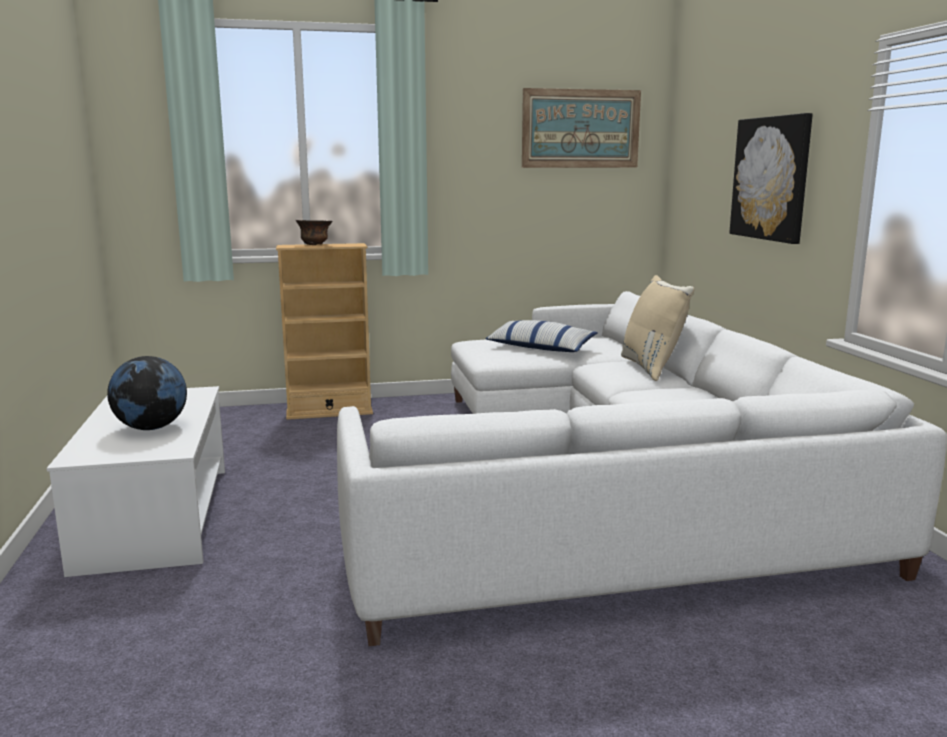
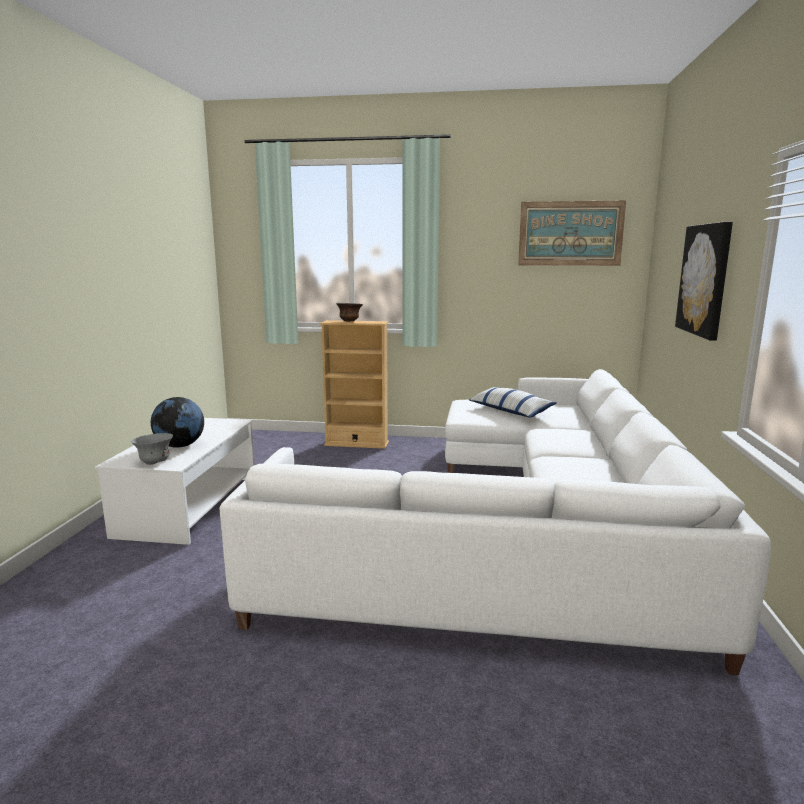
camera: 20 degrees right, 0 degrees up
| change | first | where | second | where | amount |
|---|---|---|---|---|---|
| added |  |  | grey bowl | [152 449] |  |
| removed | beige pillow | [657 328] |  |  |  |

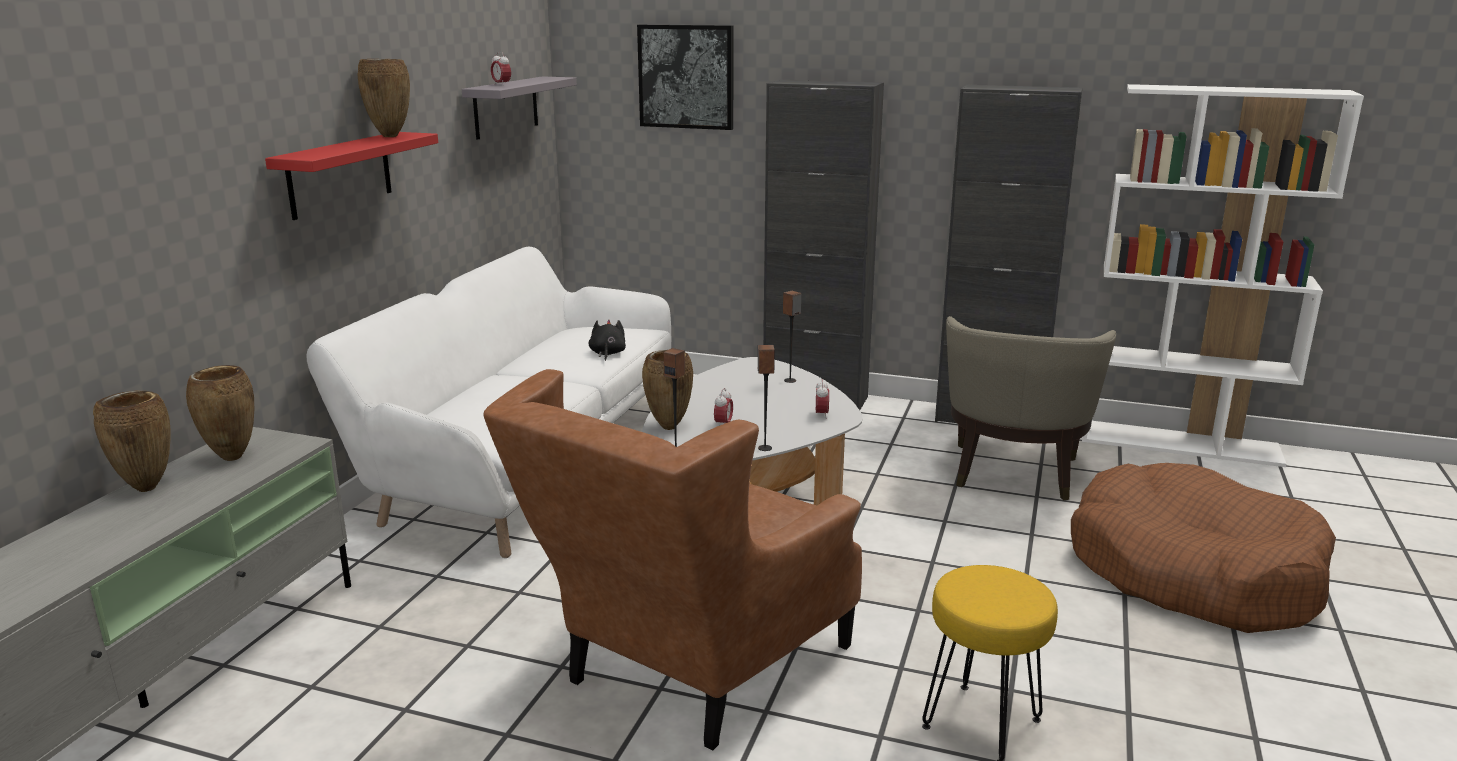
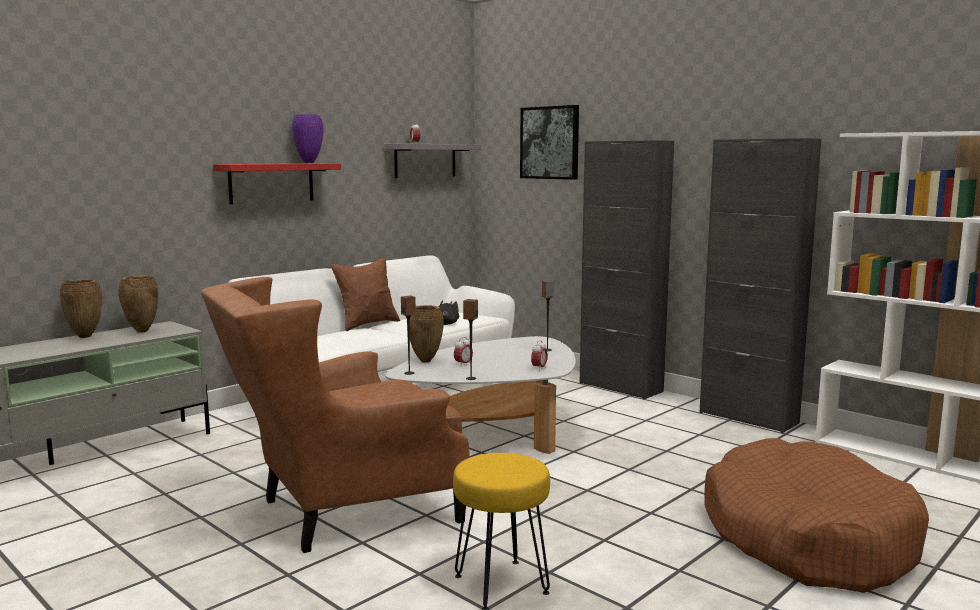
camera: 25 degrees right, 10 degrees down
| change | first | where | second | where | amount |
|---|---|---|---|---|---|
| recoloured | brown vase | [384 98] | purple vase | [307 138] |  |
| added |  |  | brown pillow | [365 294] |  |
| removed | beige armchair | [1031 408] |  |  |  |

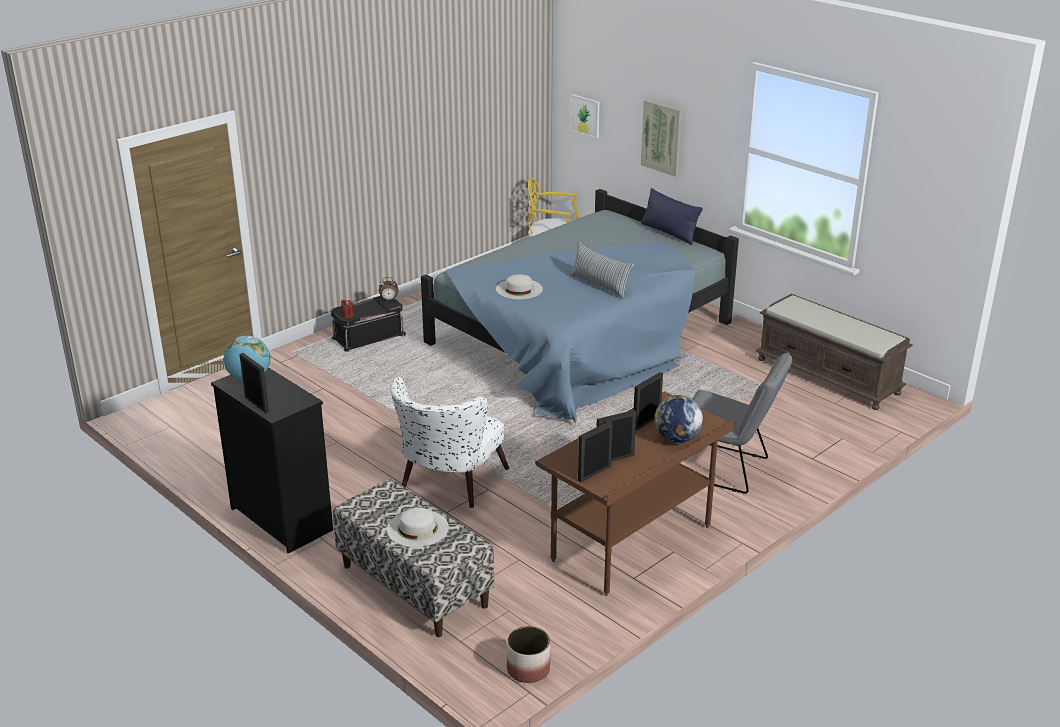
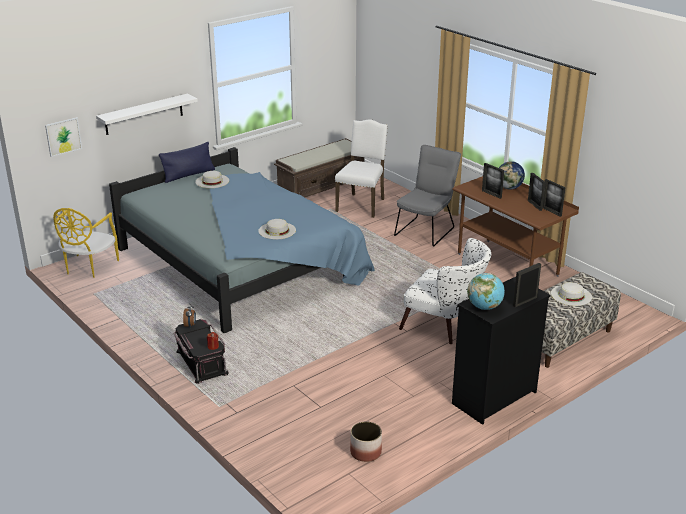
camera: 85 degrees left, 0 degrees up
| change | first | where | second | where | amount |
|---|---|---|---|---|---|
| replaced | picture | [662 138] | white shelf | [147 114] |  |
| added |  |  | white hat | [212 179] |  |
| added |  |  | white chair | [361 169] |  |
| moved | planter | [528 654] |  | [366 441] |  |
| removed | pillow | [602 270] |  |  |  |

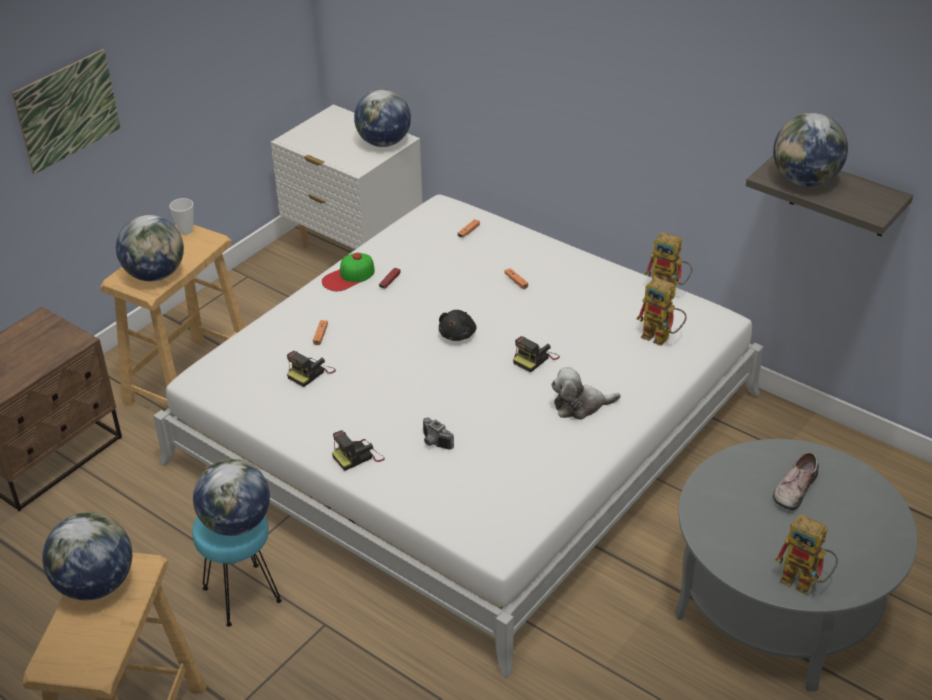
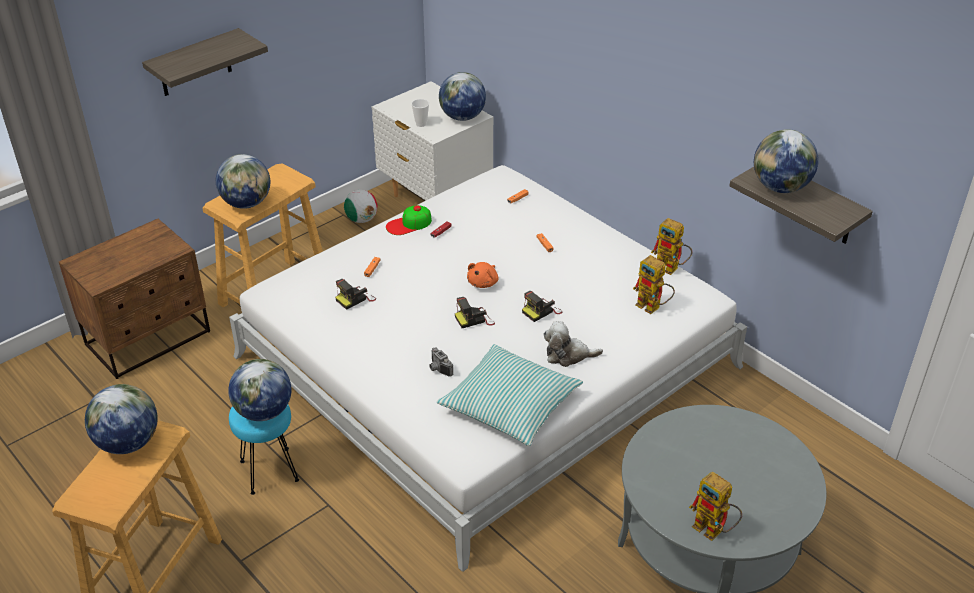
camera: 10 degrees right, 0 degrees up
| change | first | where | second | where | amount |
|---|---|---|---|---|---|
| replaced | picture | [66 111] | shelf | [205 62] |  |
| added |  |  | football | [361 206] |  |
| moved | cup | [181 216] |  | [420 113] |  |
| added |  |  | pillow | [510 395] |  |
| moved | photo camera | [358 450] |  | [475 312] |  |
| recoloured | black plush toy | [458 325] | orange plush toy | [483 275] |  |
| removed | shoe | [796 481] |  |  |  |

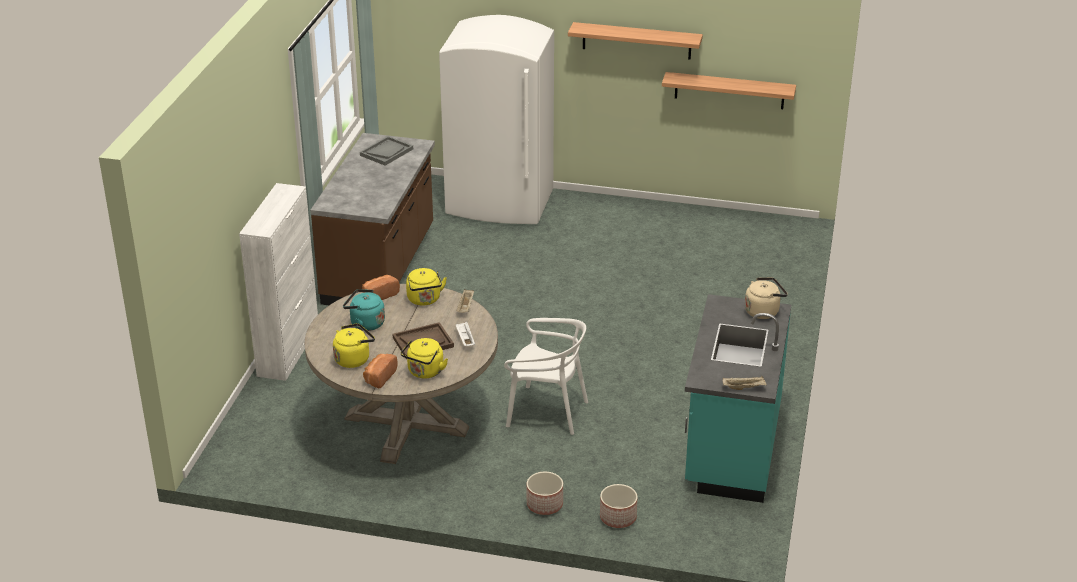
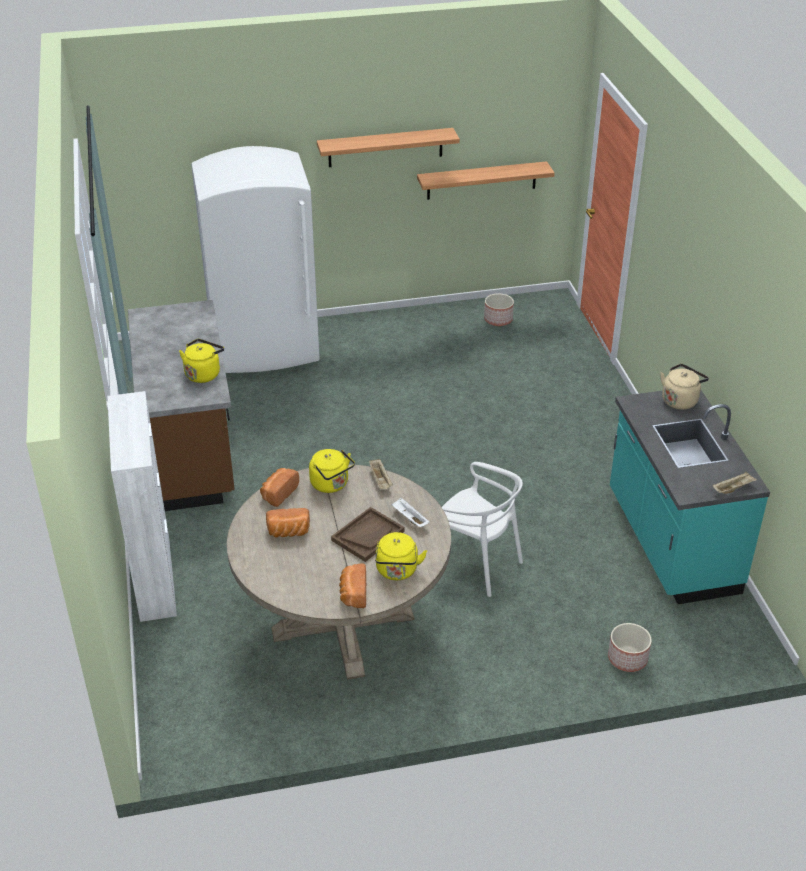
camera: 25 degrees left, 5 degrees up
| change | first | where | second | where | amount |
|---|---|---|---|---|---|
| moved | yellow kettle | [354 345] |  | [201 361] |  |
| replaced | turquoise kettle | [364 310] | bread | [288 523] |  |
| turned | white chair | [546 376] |  | [482 529] | 45 degrees clockwise |
| moved | planter | [545 493] |  | [499 310] |  |
| removed | grey tray | [386 151] |  |  |  |

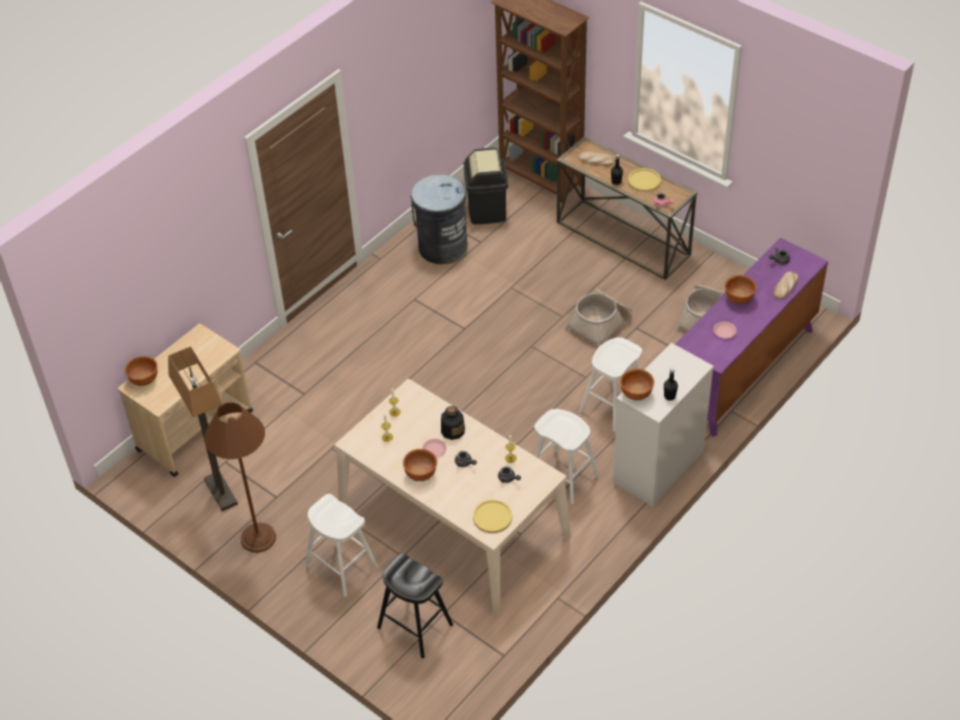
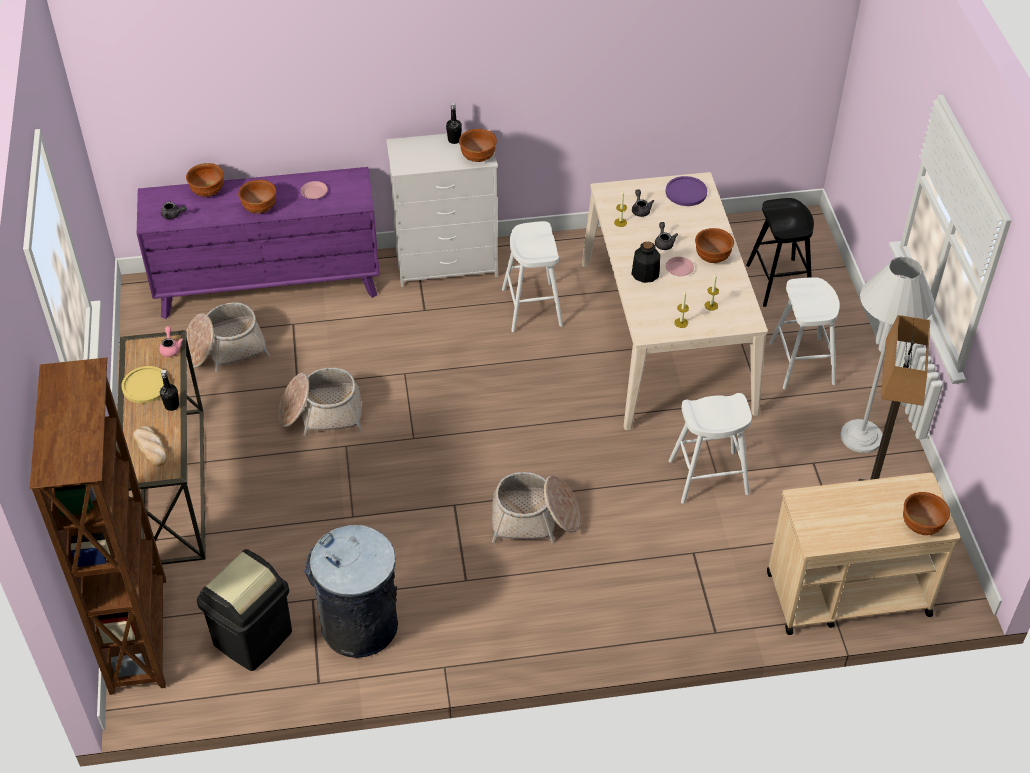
camera: 140 degrees left, 0 degrees up
| change | first | where | second | where | amount |
|---|---|---|---|---|---|
| replaced | bread | [785 285] | brown bowl | [205 180] |  |
| added |  |  | basket | [536 507] |  |
| recoloured | yellow plate | [492 516] | purple plate | [686 191] |  |
| moved | white stool | [610 384] |  | [710 448] |  |
| recoloured | brown floor lamp | [240 477] | white floor lamp | [887 355] |  |

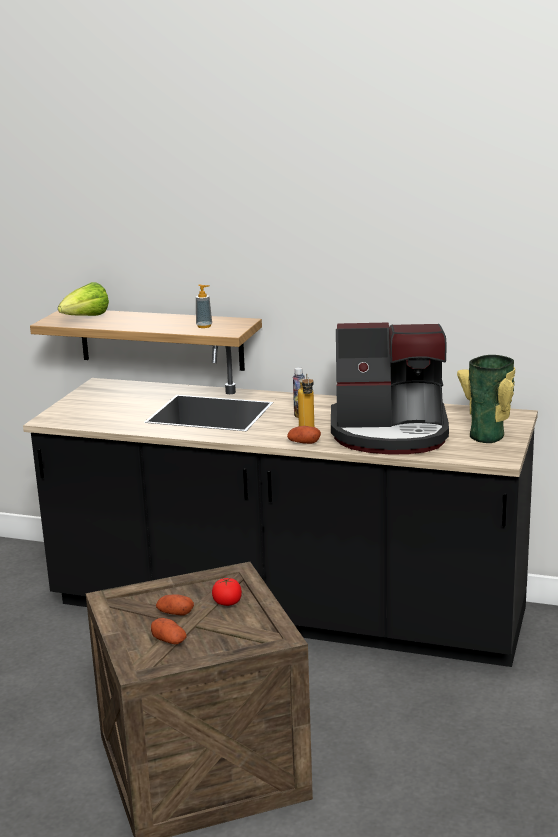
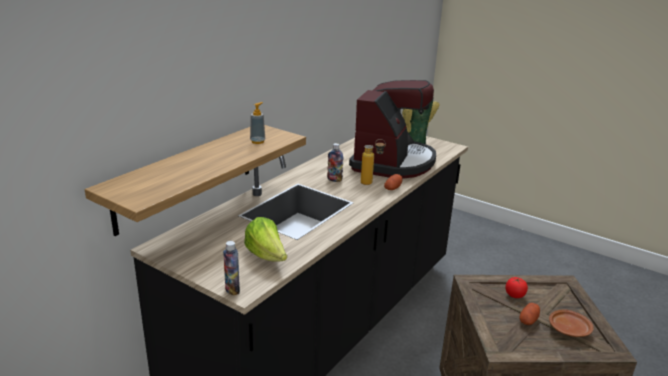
camera: 75 degrees left, 5 degrees up
| change | first | where | second | where | amount |
|---|---|---|---|---|---|
| added |  |  | bottle | [231 268] |  |
| moved | lettuce | [83 299] |  | [265 239] |  |
| replaced | potato | [169 631] | brown plate | [571 323] |  |

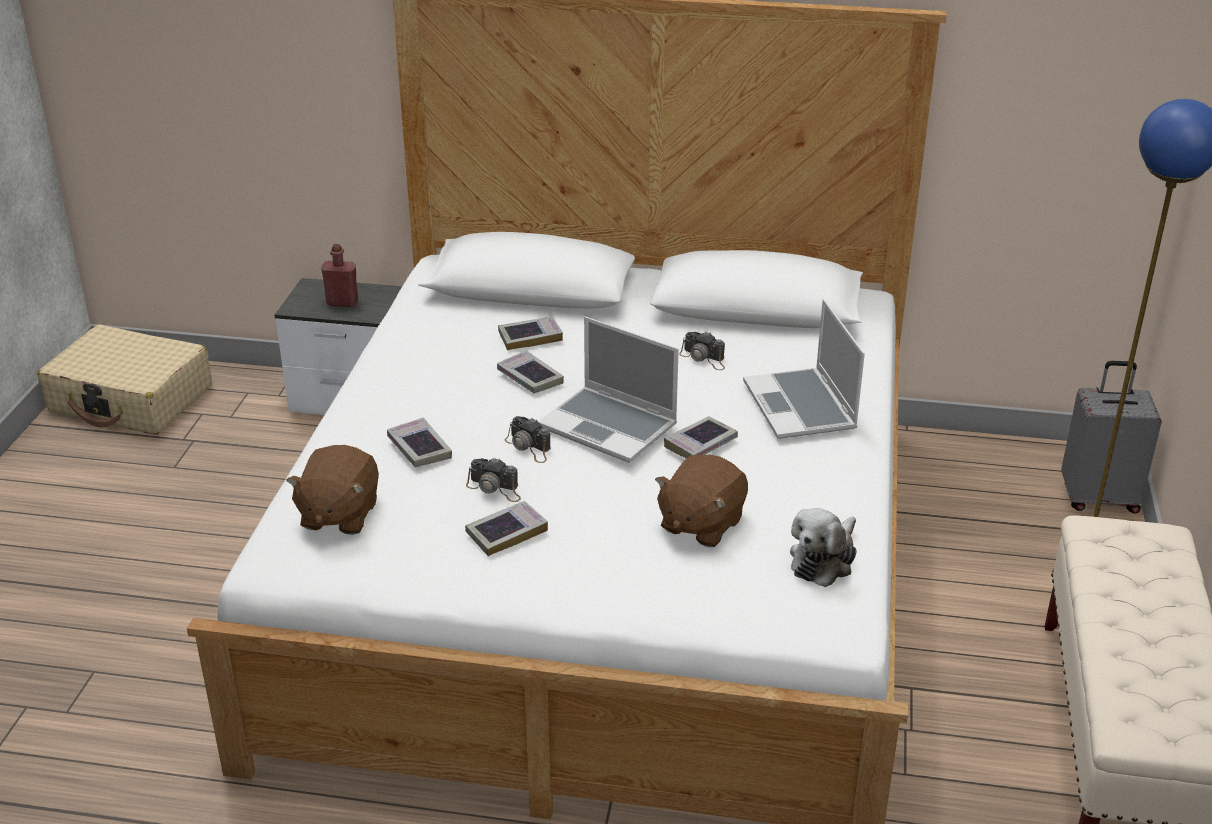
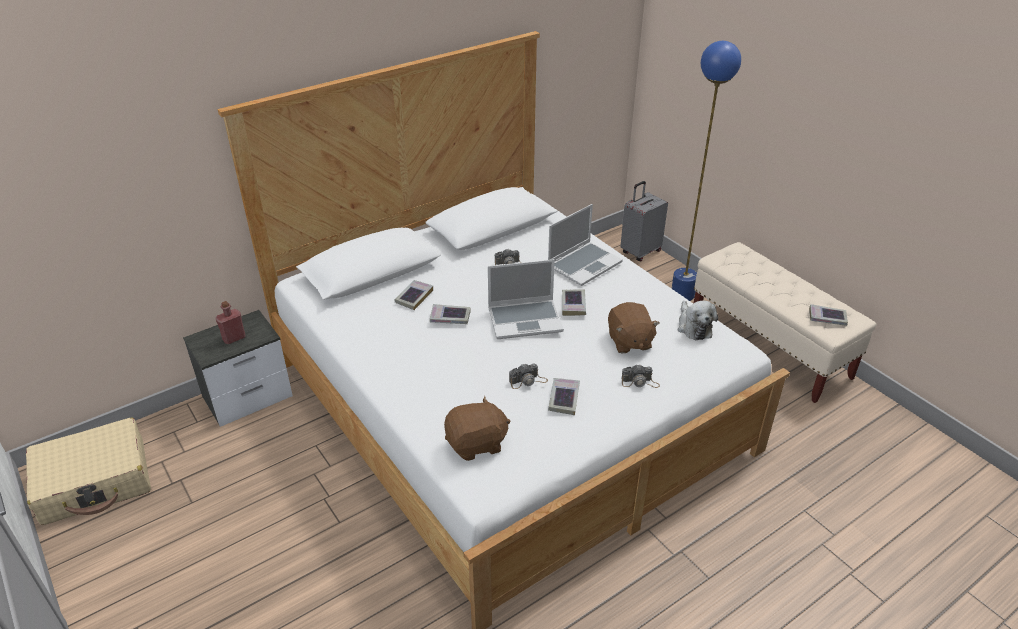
camera: 45 degrees left, 5 degrees up
| change | first | where | second | where | amount |
|---|---|---|---|---|---|
| turned | brown plush toy | [332 490] |  | [477 428] | 75 degrees counterclockwise |
| turned | laptop | [804 369] |  | [585 245] | 75 degrees counterclockwise |
| moved | photo camera | [527 439] |  | [640 376] |  |
| moved | book | [419 442] |  | [828 315] |  |

